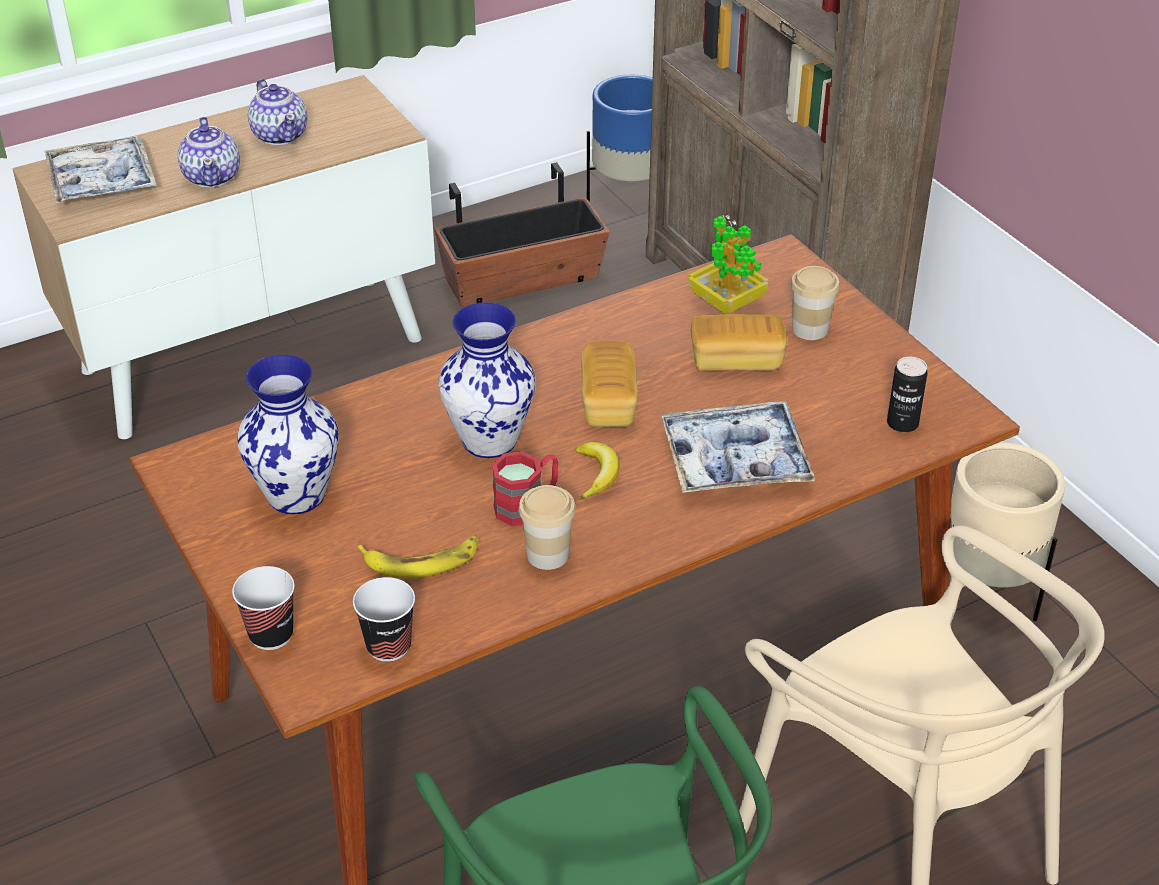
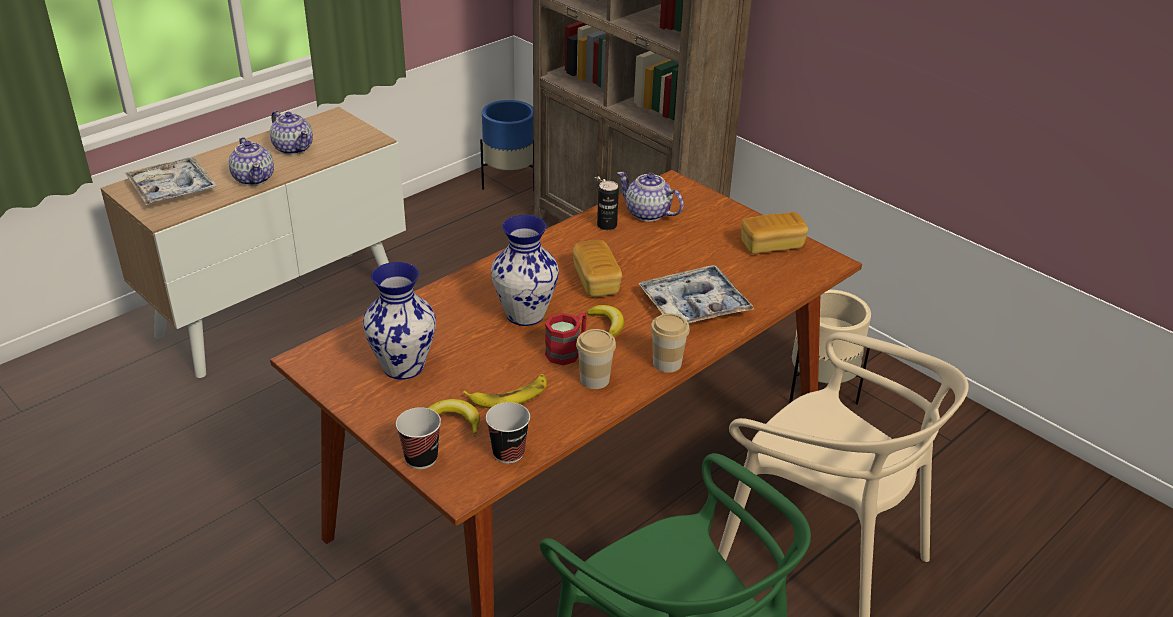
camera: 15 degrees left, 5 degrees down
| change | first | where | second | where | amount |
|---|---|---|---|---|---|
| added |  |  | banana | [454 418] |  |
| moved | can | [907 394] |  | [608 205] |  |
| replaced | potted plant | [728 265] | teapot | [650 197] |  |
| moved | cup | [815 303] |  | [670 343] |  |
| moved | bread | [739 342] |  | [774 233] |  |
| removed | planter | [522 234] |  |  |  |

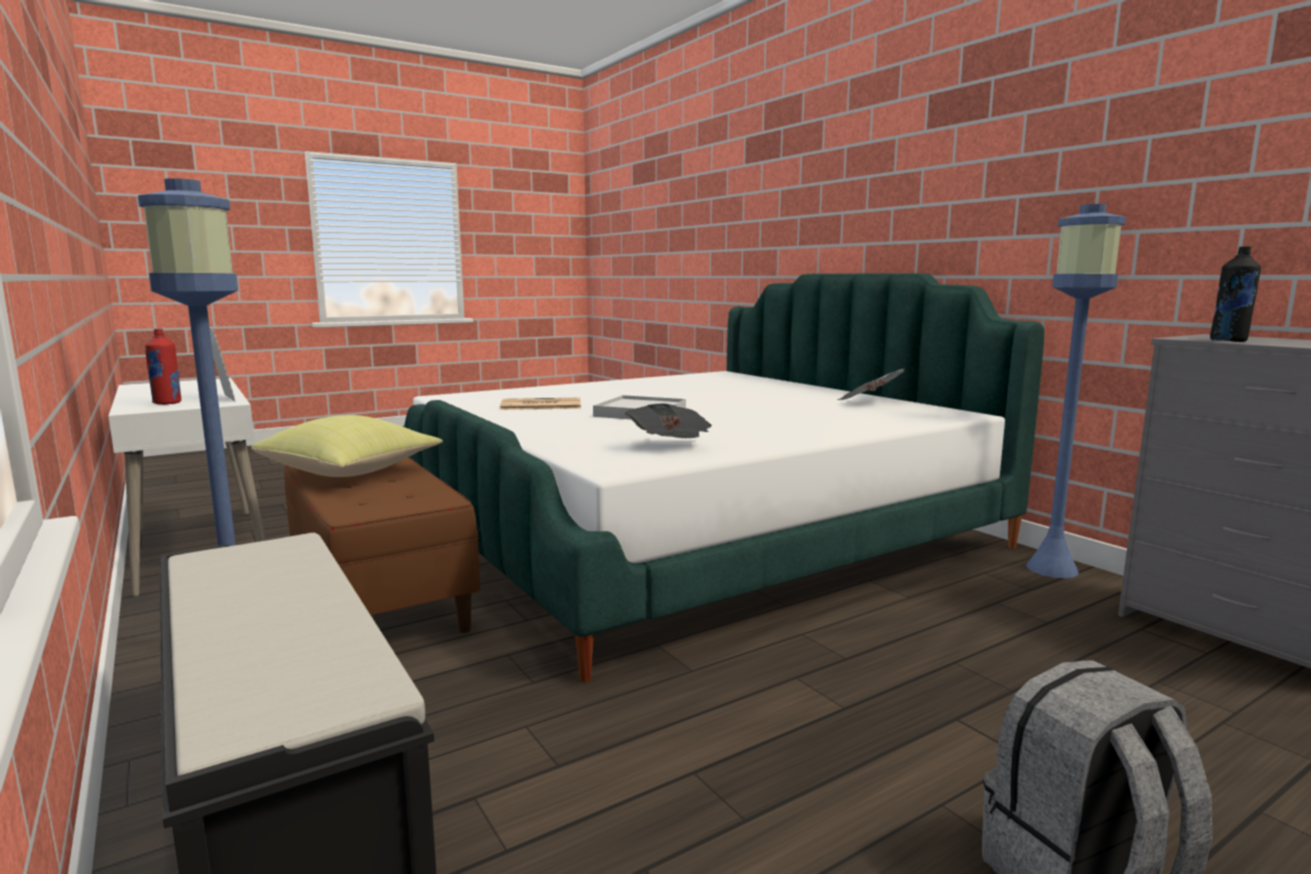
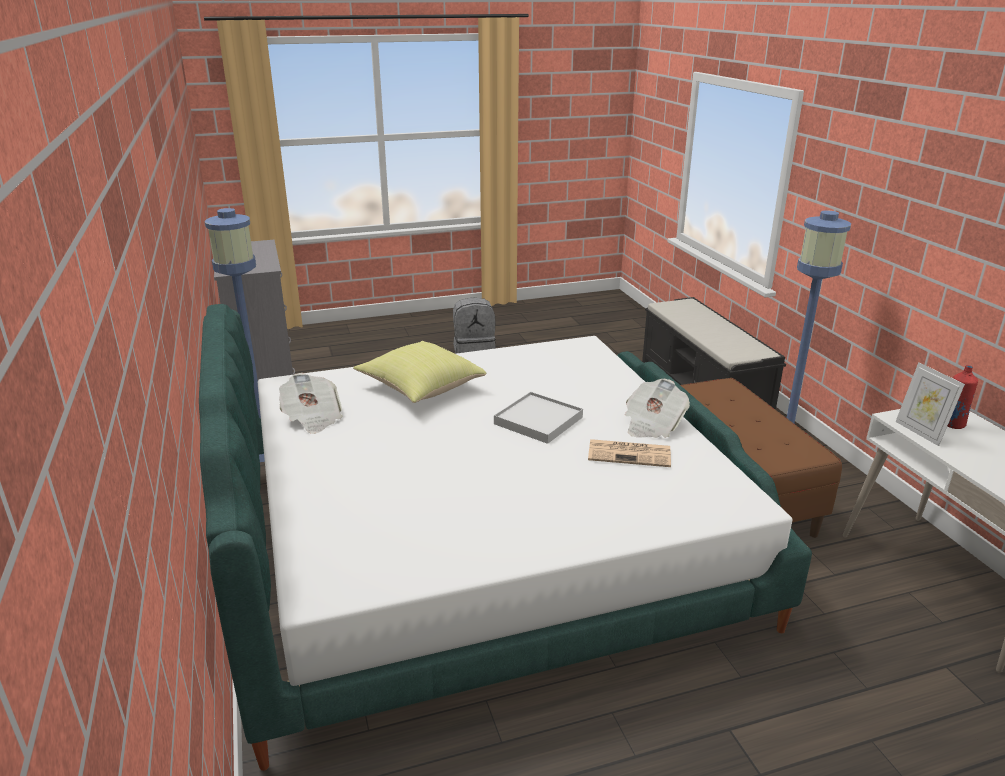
camera: 165 degrees left, 15 degrees up
| change | first | where | second | where | amount |
|---|---|---|---|---|---|
| moved | yellow pillow | [347 446] |  | [419 372] |  |
| moved | newspaper | [668 421] |  | [657 408] |  |
| removed | black bottle | [1235 294] |  |  |  |

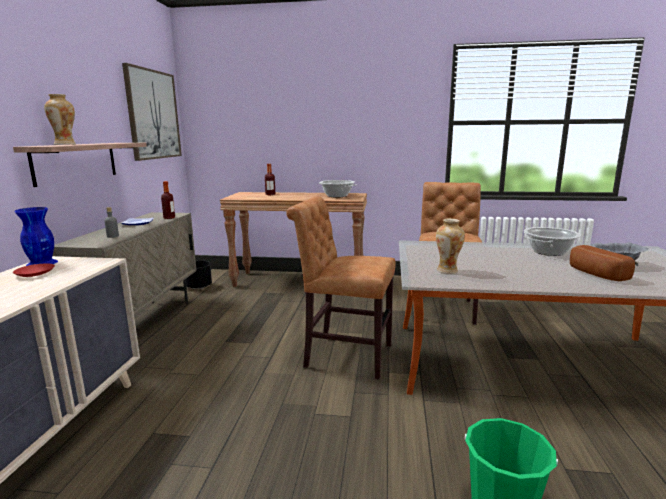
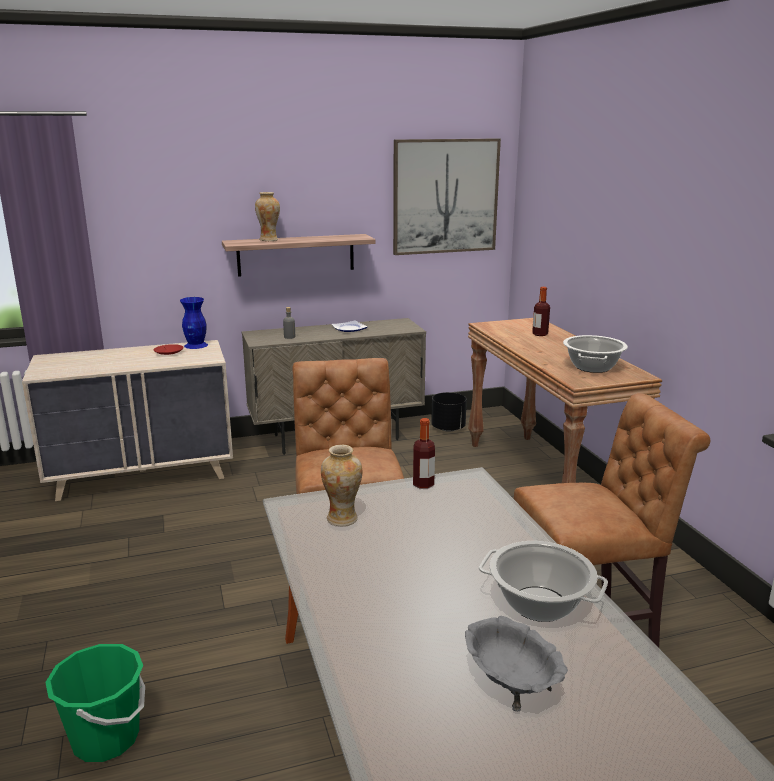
camera: 65 degrees right, 5 degrees up
| change | first | where | second | where | amount |
|---|---|---|---|---|---|
| moved | bottle | [168 200] |  | [424 453] |  |
| removed | bread | [602 263] |  |  |  |

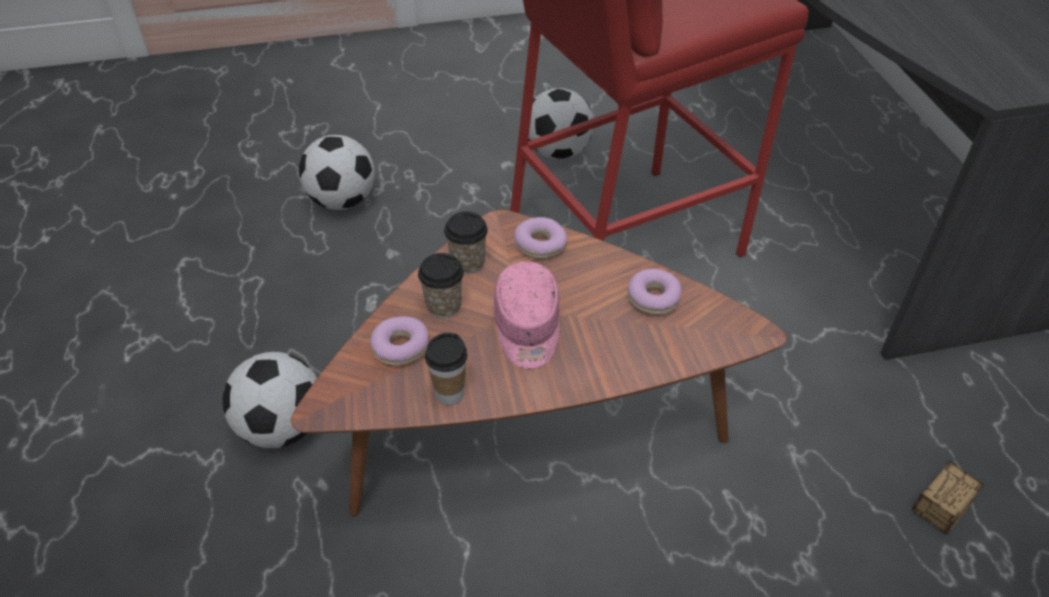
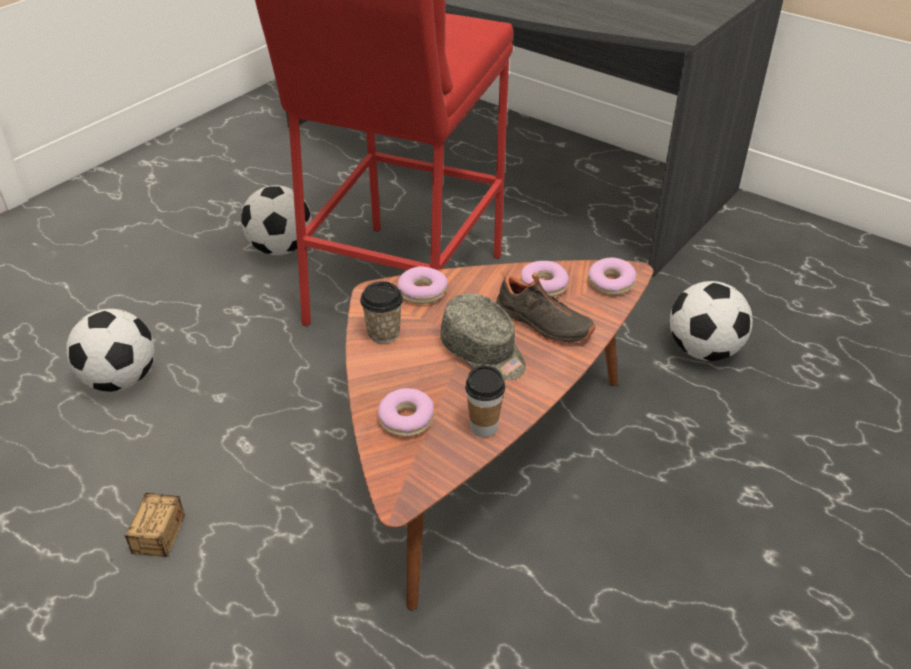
camera: 40 degrees left, 5 degrees down
| change | first | where | second | where | amount |
|---|---|---|---|---|---|
| moved | storage box | [948 498] |  | [148 527] |  |
| recoloured | pink cap | [527 315] | grey cap | [483 336] |  |
| added |  |  | black shoe | [546 307] |  |
| added |  |  | donut | [612 276] |  |
| moved | football | [269 400] |  | [711 321] |  |
| removed | cup | [441 285] |  |  |  |

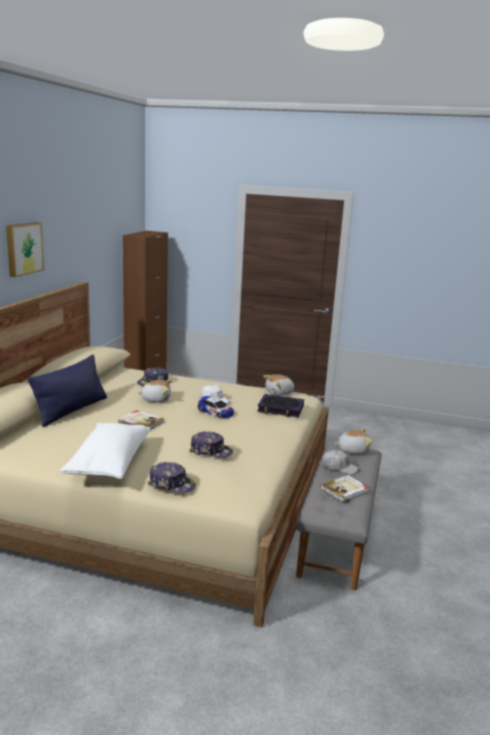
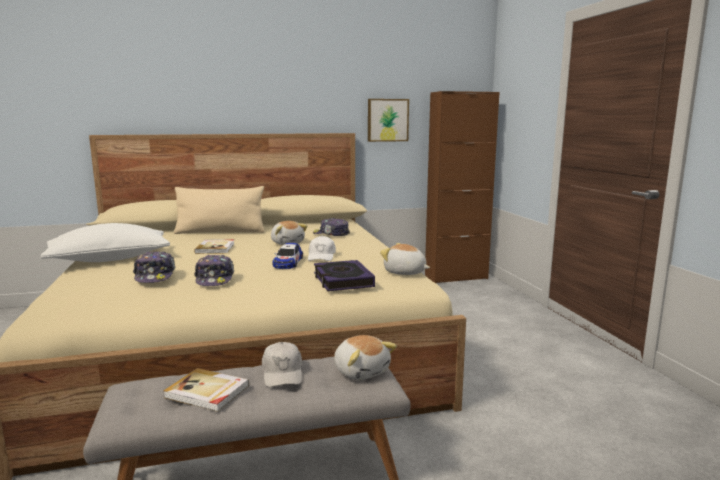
camera: 60 degrees right, 5 degrees down
| change | first | where | second | where | amount |
|---|---|---|---|---|---|
| recoloured | blue pillow | [67 391] | beige pillow | [219 210] |  |
| moved | cap | [172 477] |  | [214 270] |  |
| moved | picture | [25 249] |  | [388 120] |  |

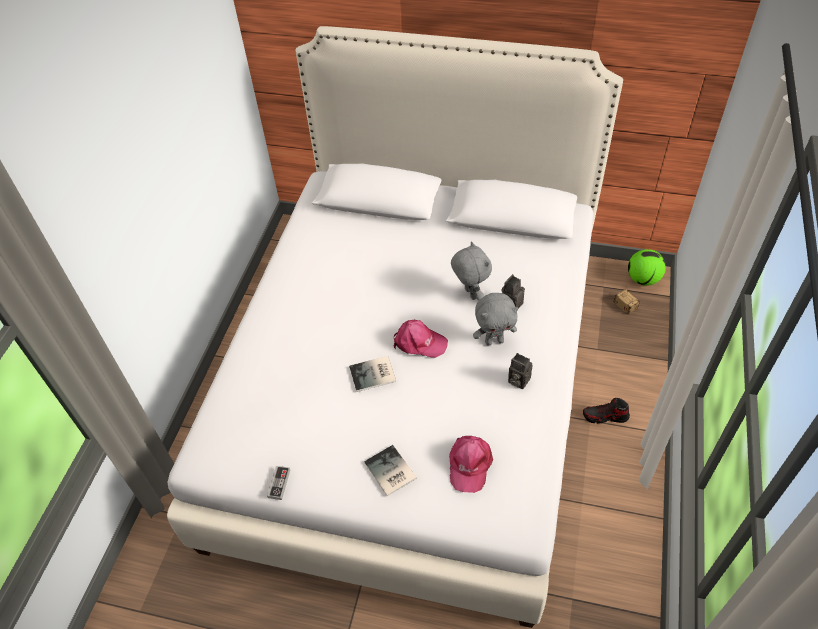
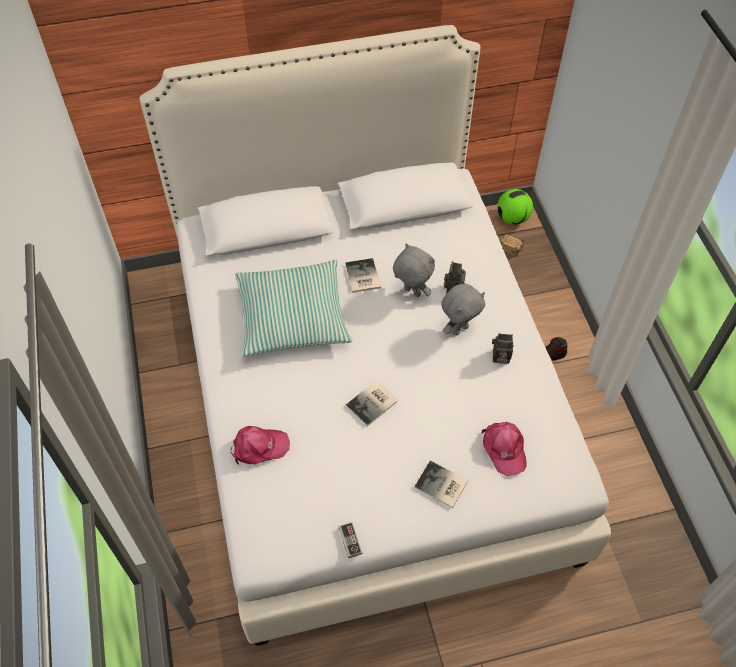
camera: 30 degrees left, 5 degrees up
| change | first | where | second | where | amount |
|---|---|---|---|---|---|
| moved | pink cap | [421 339] |  | [260 445] |  |
| added |  |  | pillow | [293 308] |  |
| added |  |  | book | [363 275] |  |

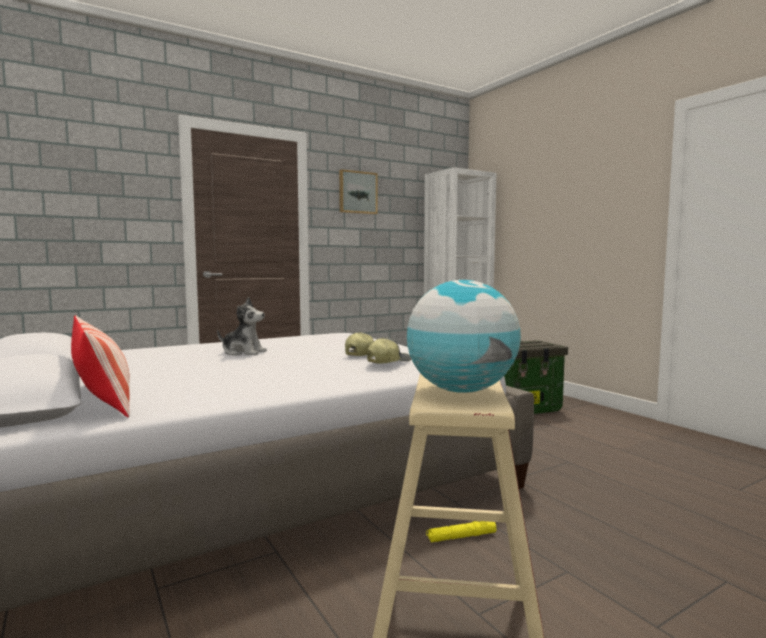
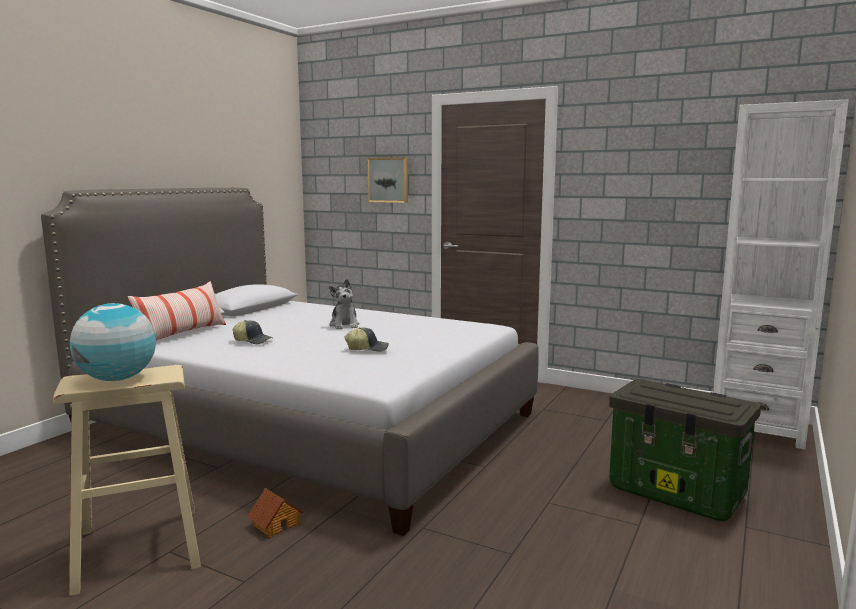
camera: 60 degrees right, 5 degrees up
| change | first | where | second | where | amount |
|---|---|---|---|---|---|
| moved | cap | [389 351] |  | [253 332] |  |
| replaced | yellow flashlight | [461 531] | toy house | [275 513] |  |
| moved | picture | [358 191] |  | [388 180] |  |

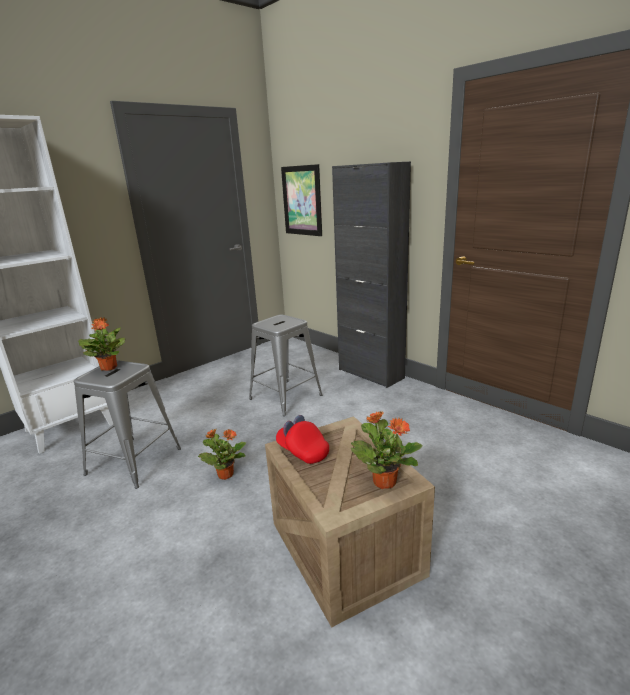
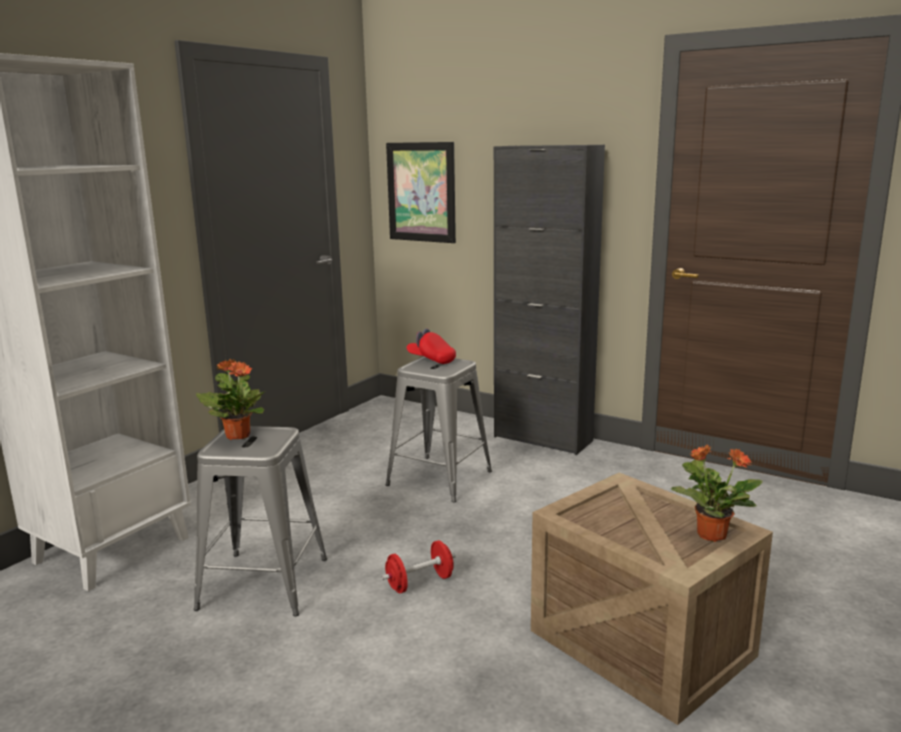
camera: 15 degrees left, 5 degrees down
| change | first | where | second | where | amount |
|---|---|---|---|---|---|
| replaced | potted plant | [222 454] | red dumbbell | [419 566] |  |
| moved | red cap | [302 439] |  | [431 346] |  |

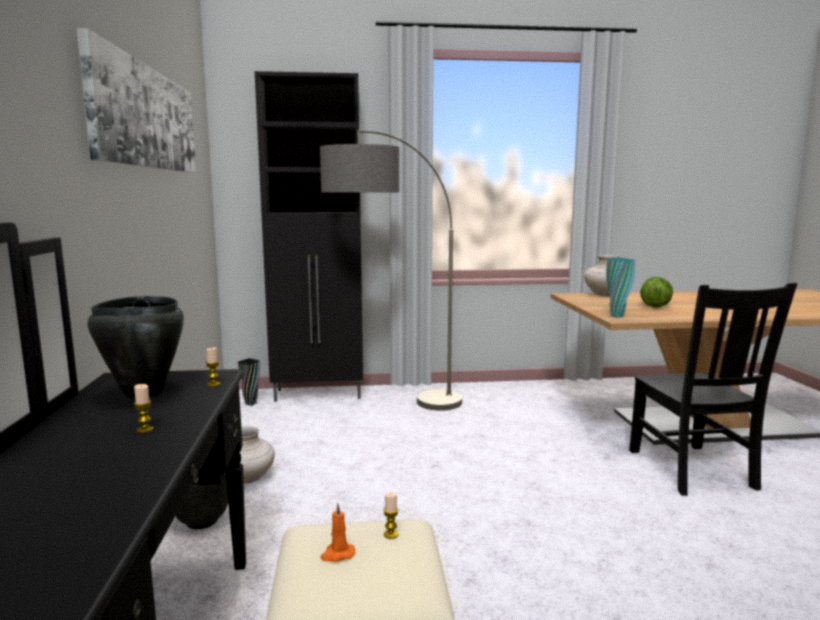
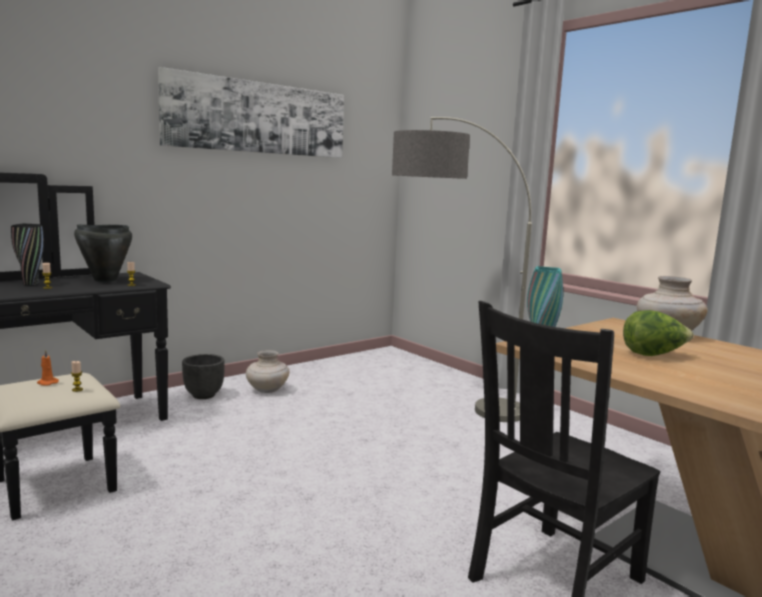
camera: 55 degrees right, 0 degrees up
| change | first | where | second | where | amount |
|---|---|---|---|---|---|
| moved | black vase | [249 382] |  | [27 254] |  |
| removed | black cabinet | [309 236] |  |  |  |

